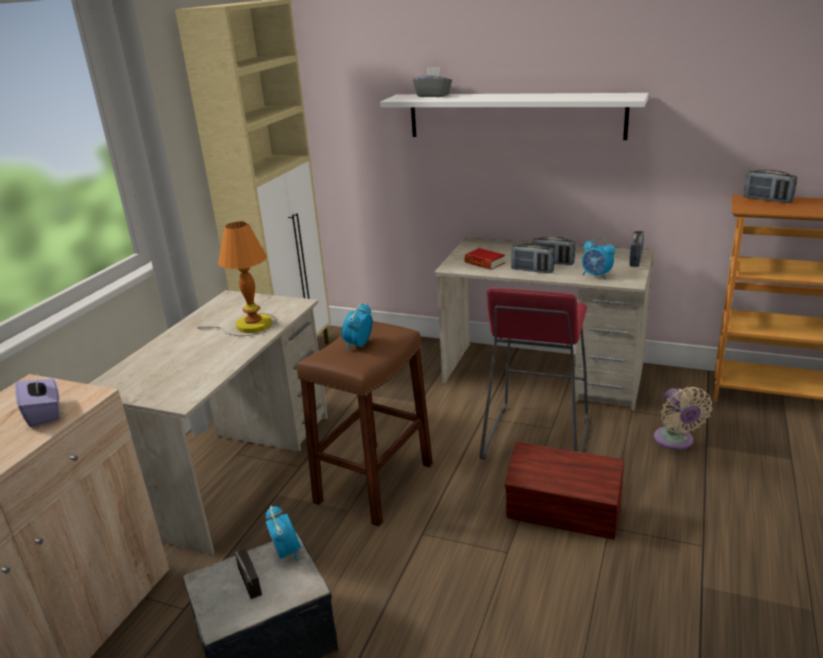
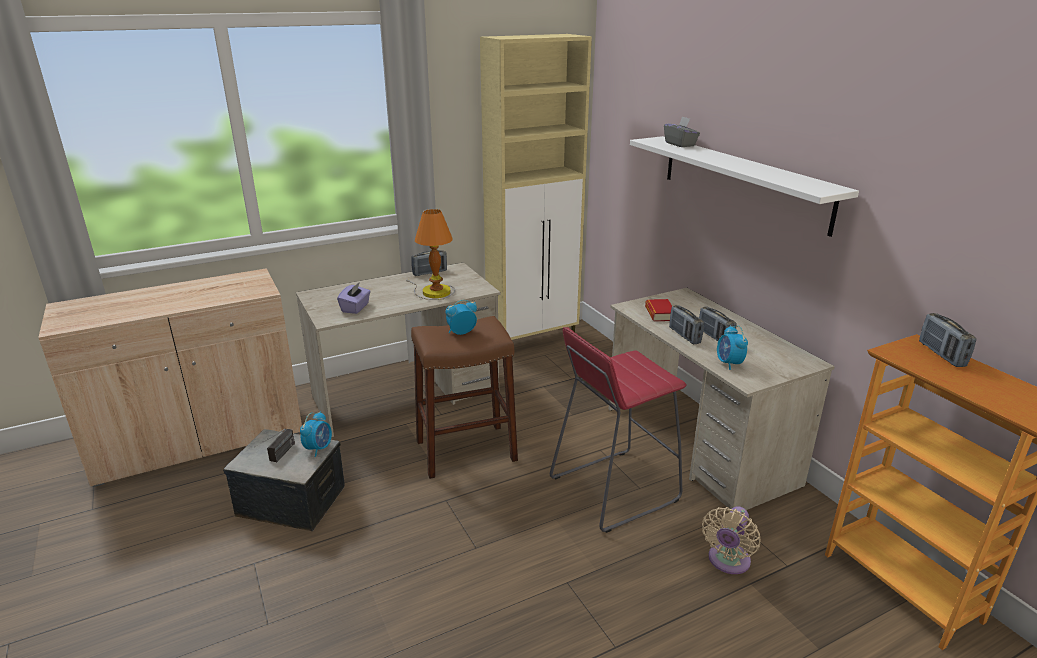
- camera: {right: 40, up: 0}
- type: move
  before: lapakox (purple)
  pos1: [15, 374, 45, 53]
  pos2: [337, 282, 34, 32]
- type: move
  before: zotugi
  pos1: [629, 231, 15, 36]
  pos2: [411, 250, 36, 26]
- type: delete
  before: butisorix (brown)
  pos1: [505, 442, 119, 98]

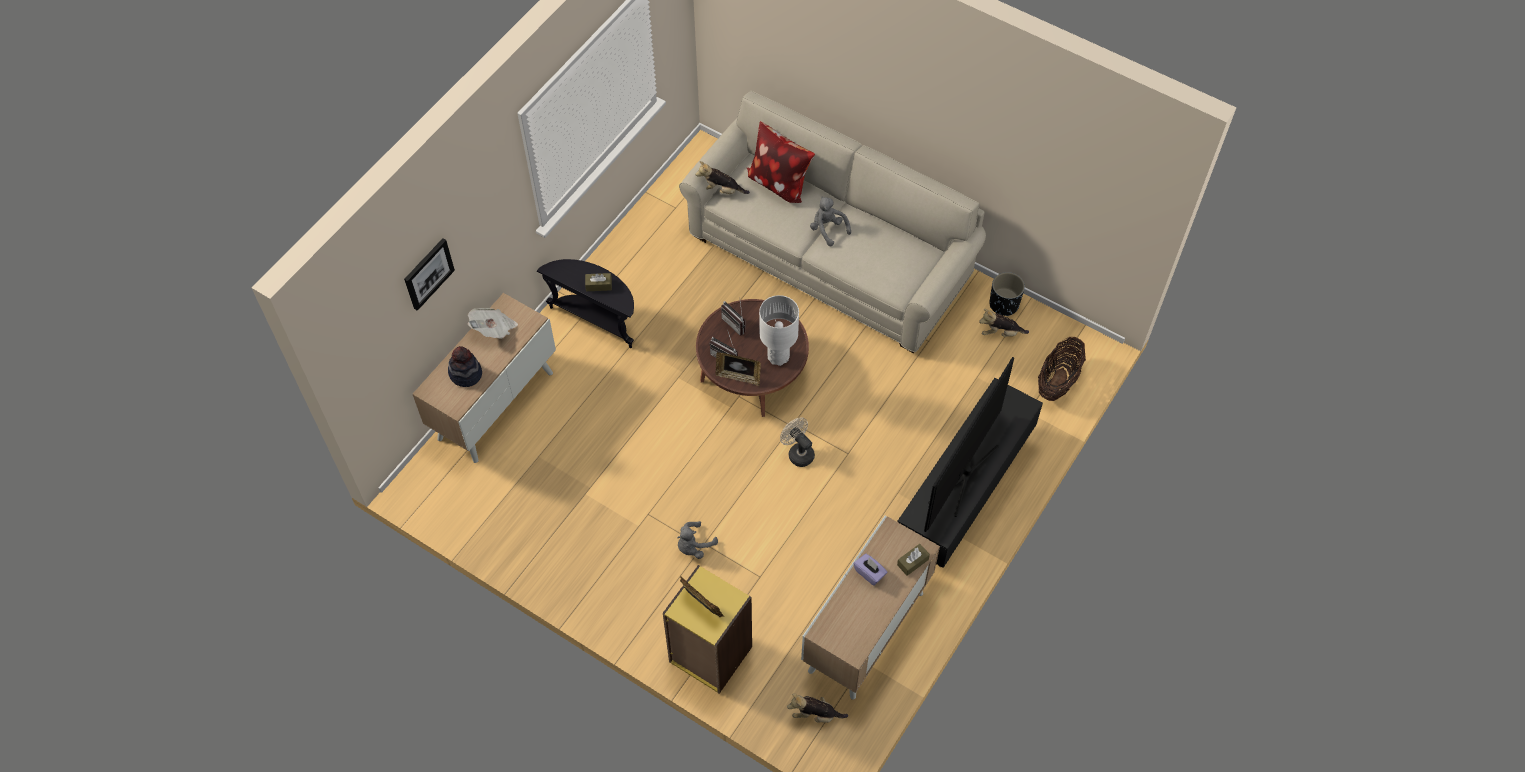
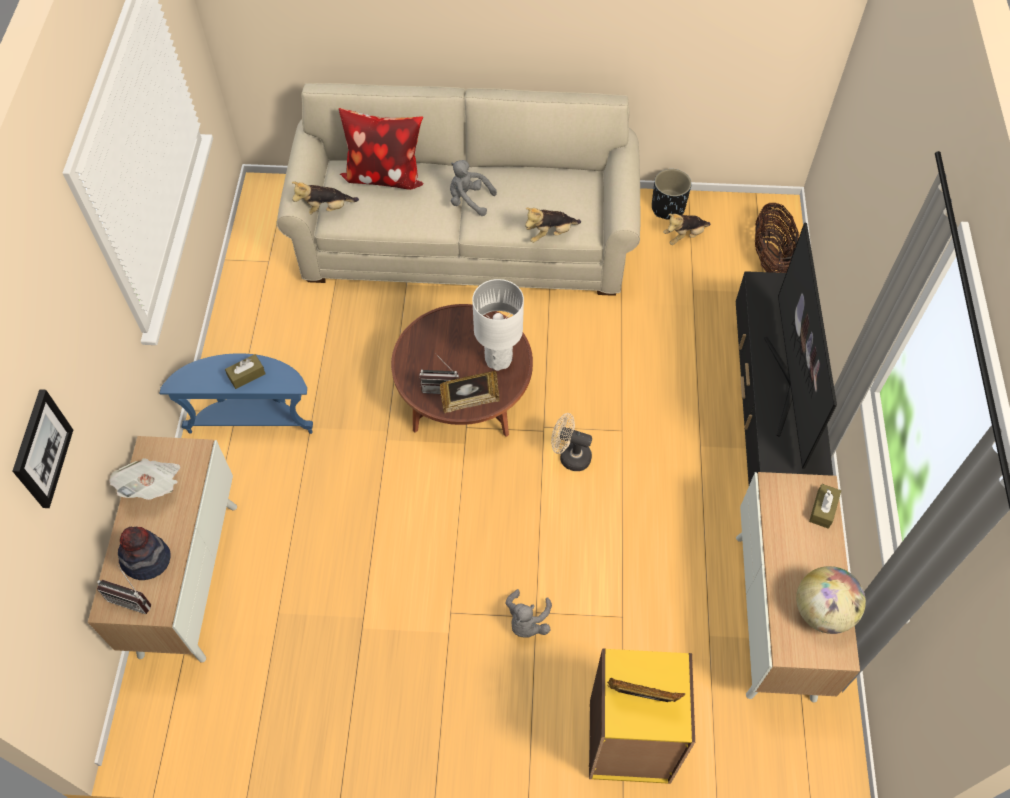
- camera: {right: -30, up: 0}
- type: move
  before: zotugi
  pos1: [721, 301, 25, 35]
  pos2: [97, 565, 54, 49]
- type: recolor
  before: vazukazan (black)
  after: vazukazan (blue)
  pos1: [537, 259, 97, 89]
  pos2: [159, 353, 154, 81]
- type: move
  before: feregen
  pos1: [787, 694, 61, 29]
  pos2: [525, 207, 56, 36]
- type: insert
  after: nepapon
  pos2: [796, 566, 70, 68]
- type: delete
  before: lapakox (purple)
  pos1: [854, 553, 33, 33]

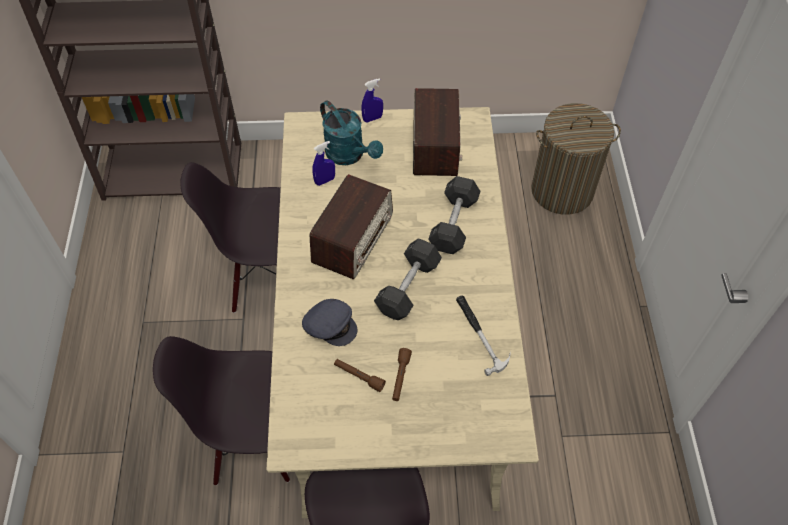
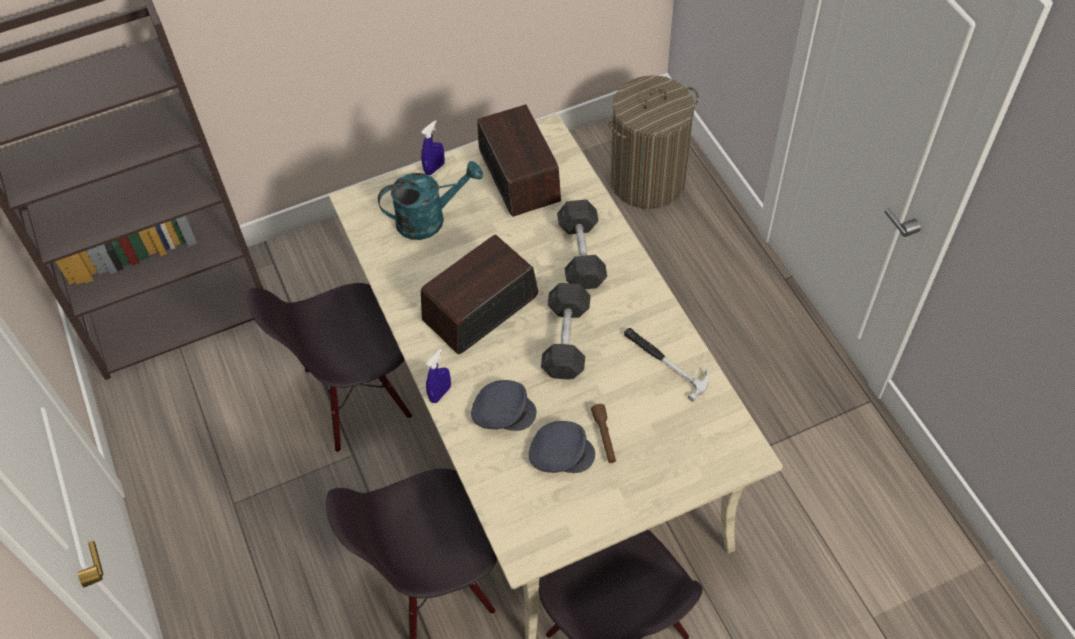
- camera: {right: -20, up: 0}
- type: rotate
  before: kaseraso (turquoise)
  pos1: [320, 100, 63, 65]
  pos2: [378, 161, 105, 79]
  turn: -45
- type: rotate
  before: zotugi
  pos1: [310, 174, 83, 105]
  pos2: [421, 235, 117, 119]
  turn: -135
- type: move
  before: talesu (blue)
  pos1: [312, 141, 23, 45]
  pos2: [426, 348, 25, 55]
- type: replace
  before: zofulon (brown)
  after: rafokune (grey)
  pos1: [334, 359, 52, 33]
  pos2: [529, 421, 66, 52]

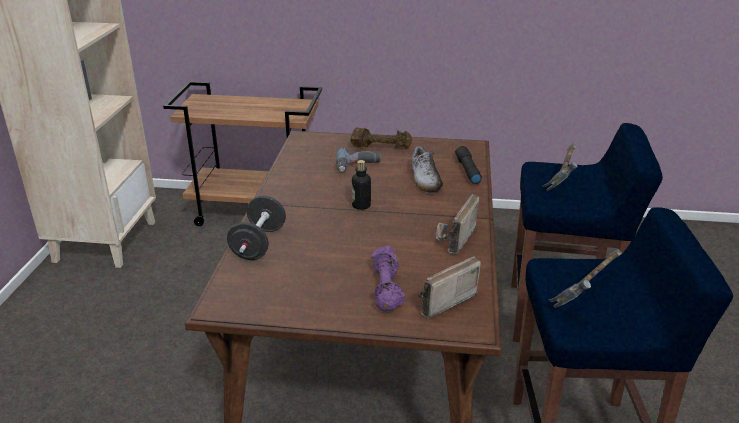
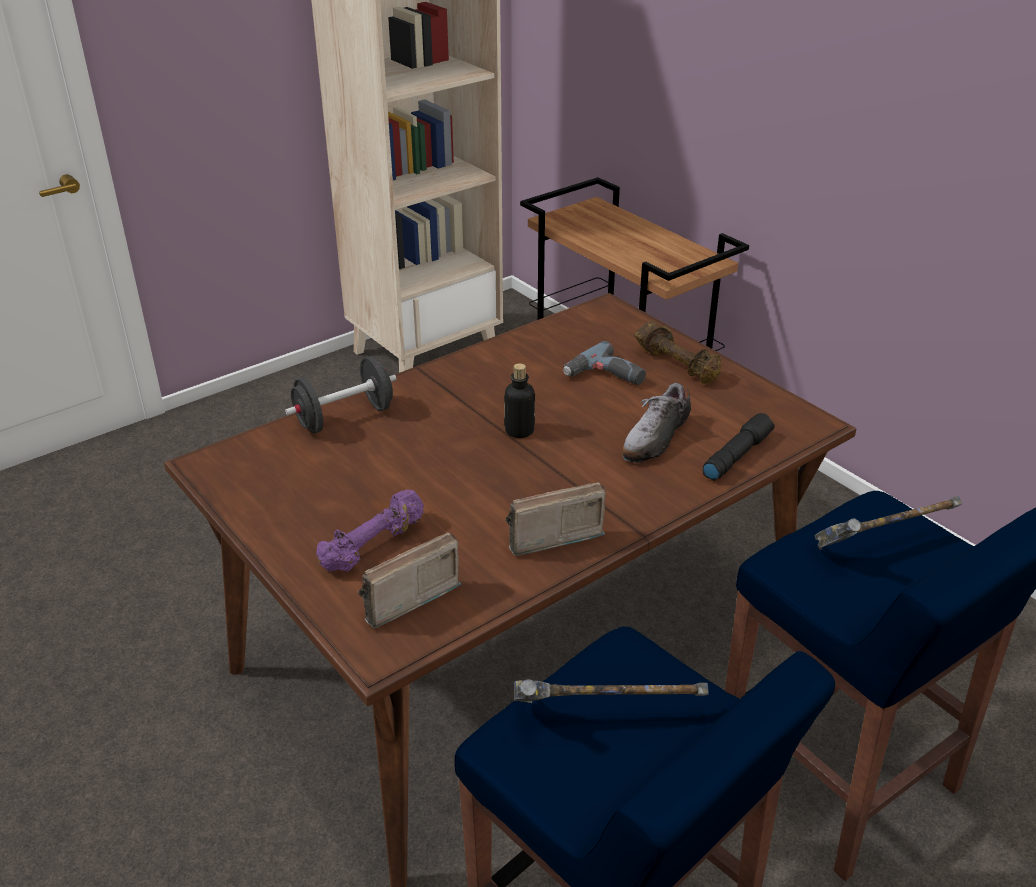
- camera: {right: 45, up: 5}
- type: rotate
  before: zotugi
  pos1: [418, 256, 63, 62]
  pos2: [358, 532, 103, 96]
  turn: -45

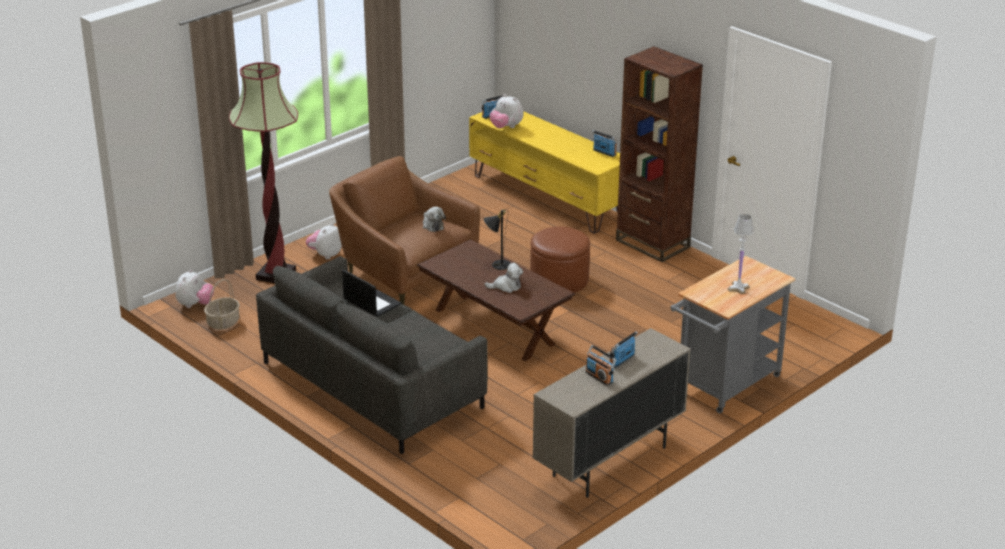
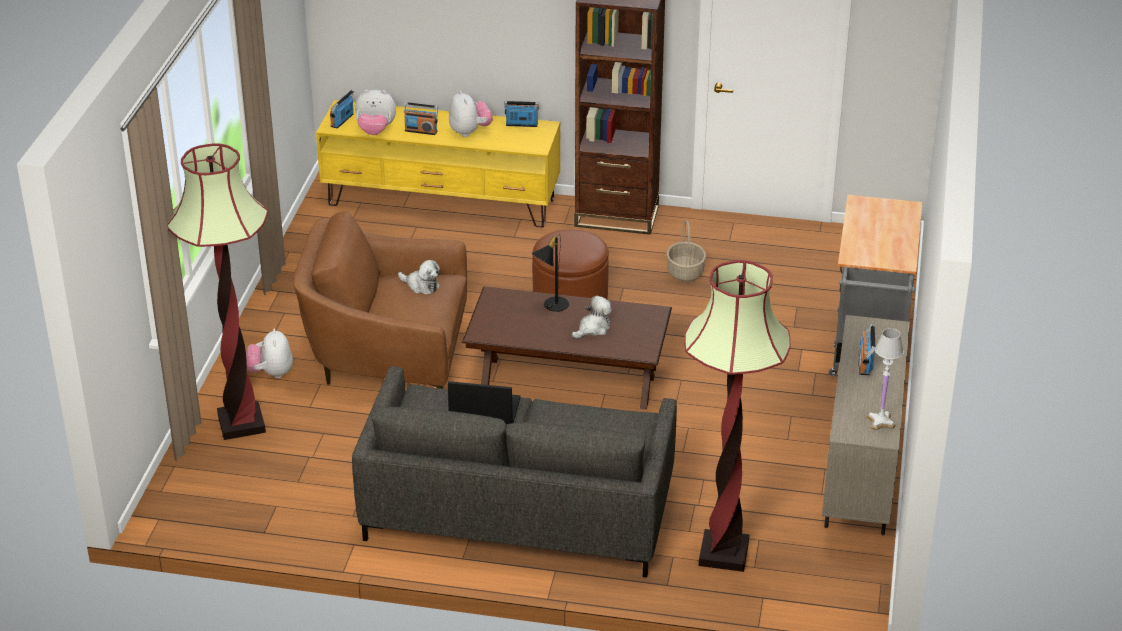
- camera: {right: -35, up: 5}
- type: move
  before: zotugi
  pos1: [585, 345, 32, 41]
  pos2: [404, 102, 34, 33]
- type: move
  before: feregen
  pos1: [176, 269, 38, 39]
  pos2: [449, 90, 44, 47]
- type: move
  before: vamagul
  pos1: [204, 279, 36, 51]
  pos2: [667, 220, 39, 62]
- type: insert
  after: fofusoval
  pos2: [684, 260, 107, 312]
- type: move
  before: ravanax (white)
  pos1: [728, 214, 27, 80]
  pos2: [867, 328, 37, 102]

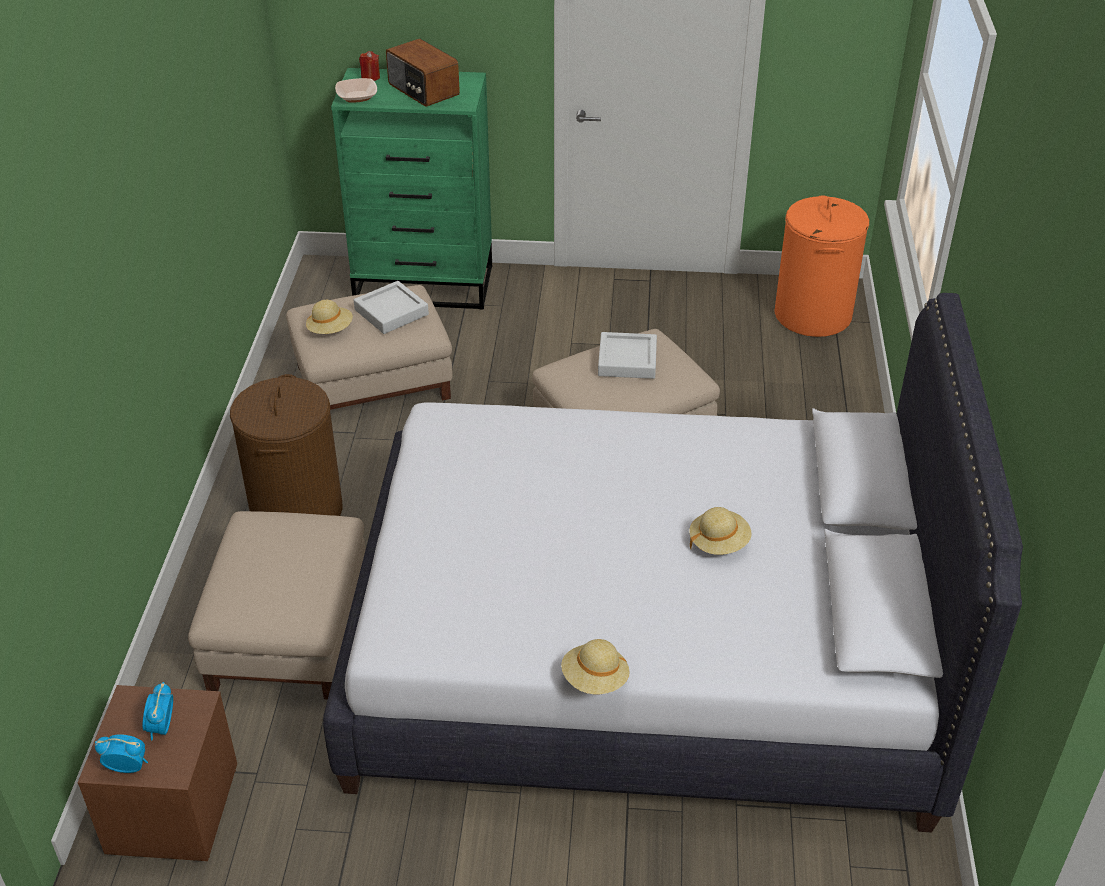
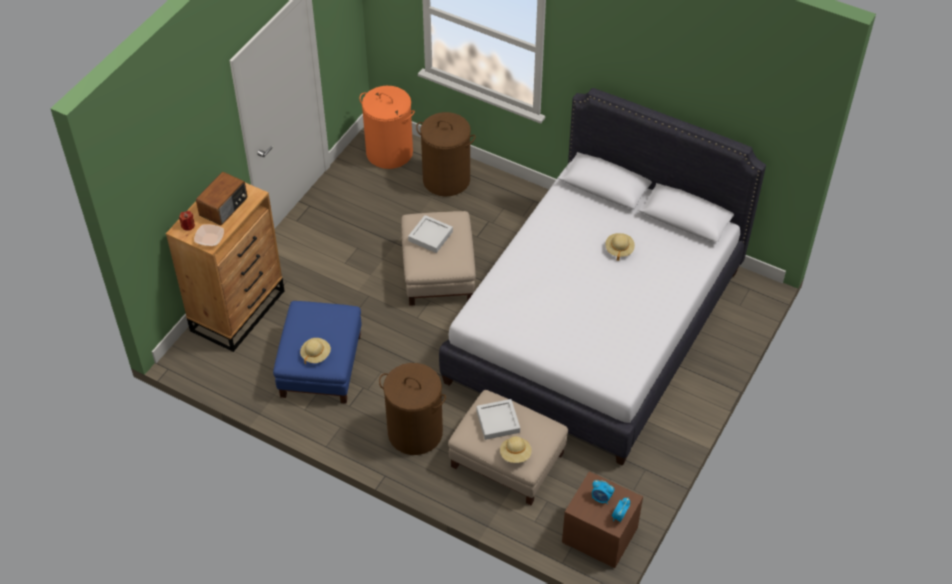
- camera: {right: -65, up: 10}
- type: recolor
  before: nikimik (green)
  after: nikimik (brown)
  pos1: [331, 68, 161, 242]
  pos2: [166, 183, 119, 169]
- type: rotate
  before: zotugi
  pos1: [386, 39, 74, 68]
  pos2: [196, 172, 51, 53]
  turn: -45
- type: recolor
  before: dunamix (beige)
  after: dunamix (blue)
  pos1: [286, 285, 166, 125]
  pos2: [273, 301, 88, 103]
- type: insert
  after: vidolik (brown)
  pos2: [416, 112, 60, 84]
- type: move
  before: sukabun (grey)
  pos1: [354, 281, 75, 53]
  pos2: [476, 399, 44, 41]
- type: move
  before: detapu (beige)
  pos1: [561, 639, 69, 55]
  pos2: [500, 436, 32, 27]

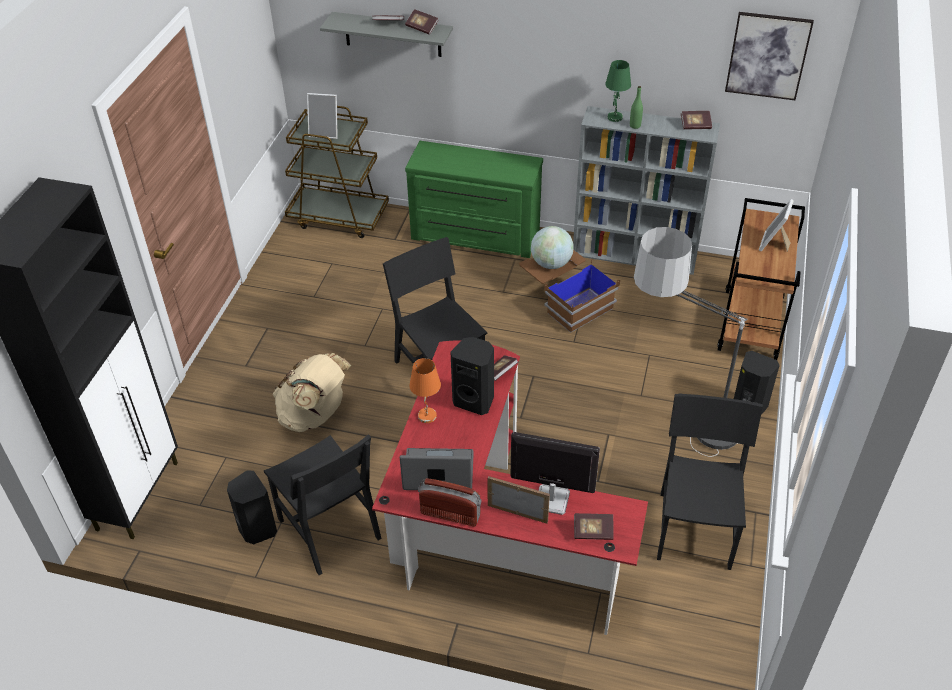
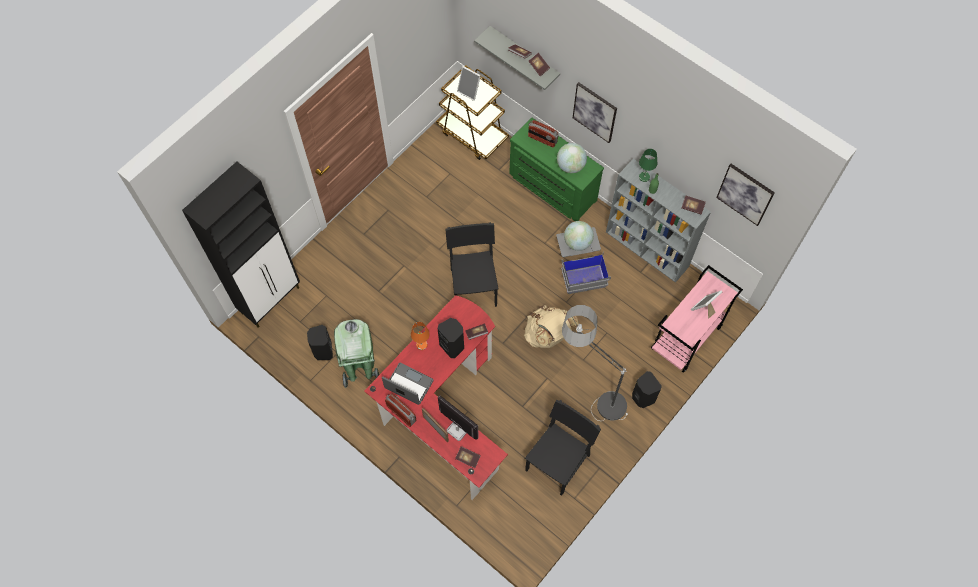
- camera: {right: 25, up: 20}
- type: replace
  before: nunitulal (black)
  after: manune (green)
  pos1: [264, 434, 117, 141]
  pos2: [334, 319, 45, 69]
- type: move
  before: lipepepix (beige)
  pos1: [272, 353, 79, 79]
  pos2: [524, 305, 55, 43]
- type: insert
  after: zotugi
  pos2: [528, 120, 31, 28]
- type: recolor
  before: butisorix (brown)
  after: butisorix (grey)
  pos1: [519, 250, 101, 83]
  pos2: [556, 227, 55, 67]
- type: insert
  after: nepapon
  pos2: [557, 143, 30, 30]
- type: insert
  after: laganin
  pos2: [573, 82, 44, 61]
- type: recolor
  before: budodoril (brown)
  after: budodoril (pink)
  pos1: [717, 198, 88, 162]
  pos2: [651, 265, 92, 108]

